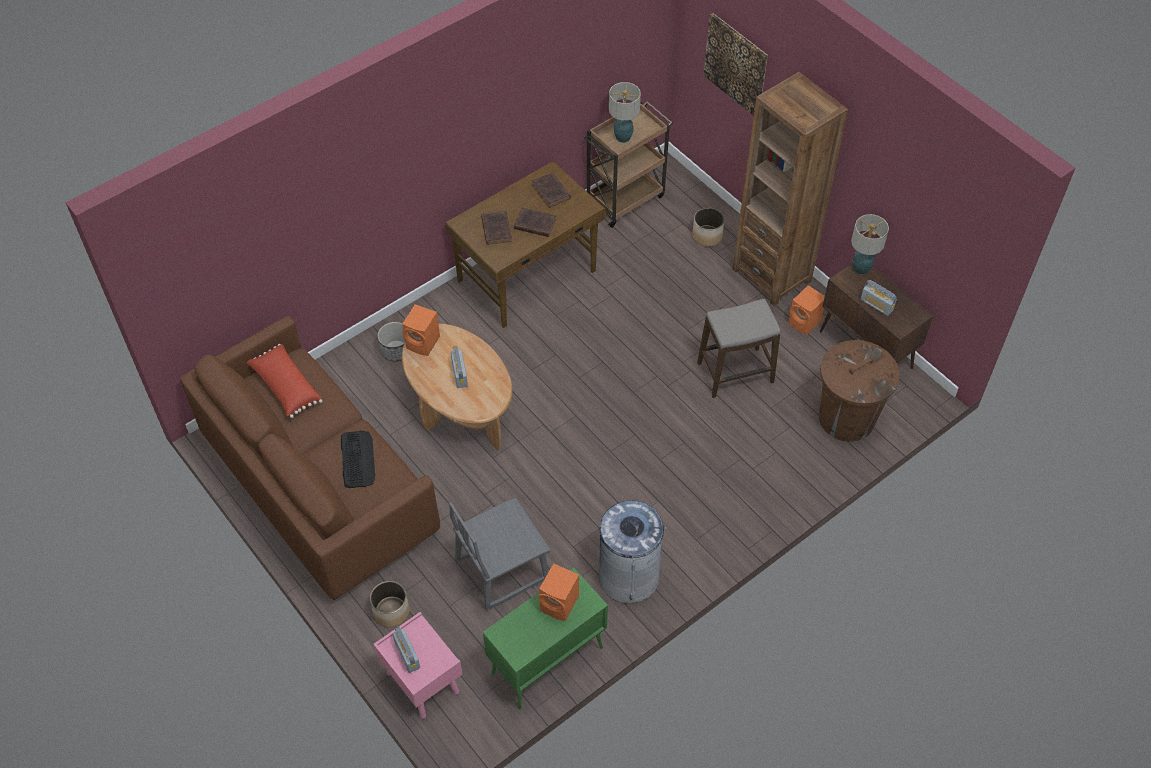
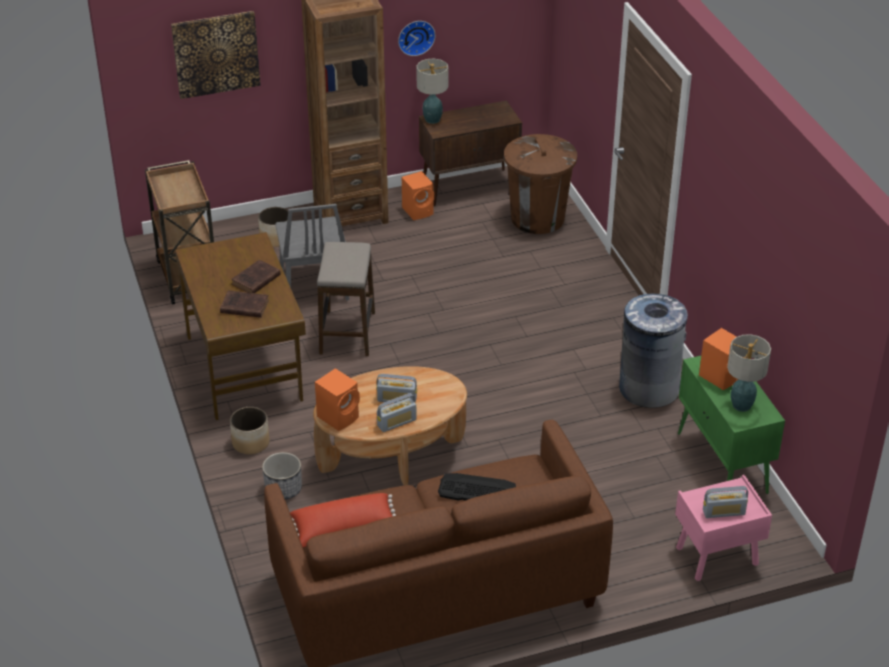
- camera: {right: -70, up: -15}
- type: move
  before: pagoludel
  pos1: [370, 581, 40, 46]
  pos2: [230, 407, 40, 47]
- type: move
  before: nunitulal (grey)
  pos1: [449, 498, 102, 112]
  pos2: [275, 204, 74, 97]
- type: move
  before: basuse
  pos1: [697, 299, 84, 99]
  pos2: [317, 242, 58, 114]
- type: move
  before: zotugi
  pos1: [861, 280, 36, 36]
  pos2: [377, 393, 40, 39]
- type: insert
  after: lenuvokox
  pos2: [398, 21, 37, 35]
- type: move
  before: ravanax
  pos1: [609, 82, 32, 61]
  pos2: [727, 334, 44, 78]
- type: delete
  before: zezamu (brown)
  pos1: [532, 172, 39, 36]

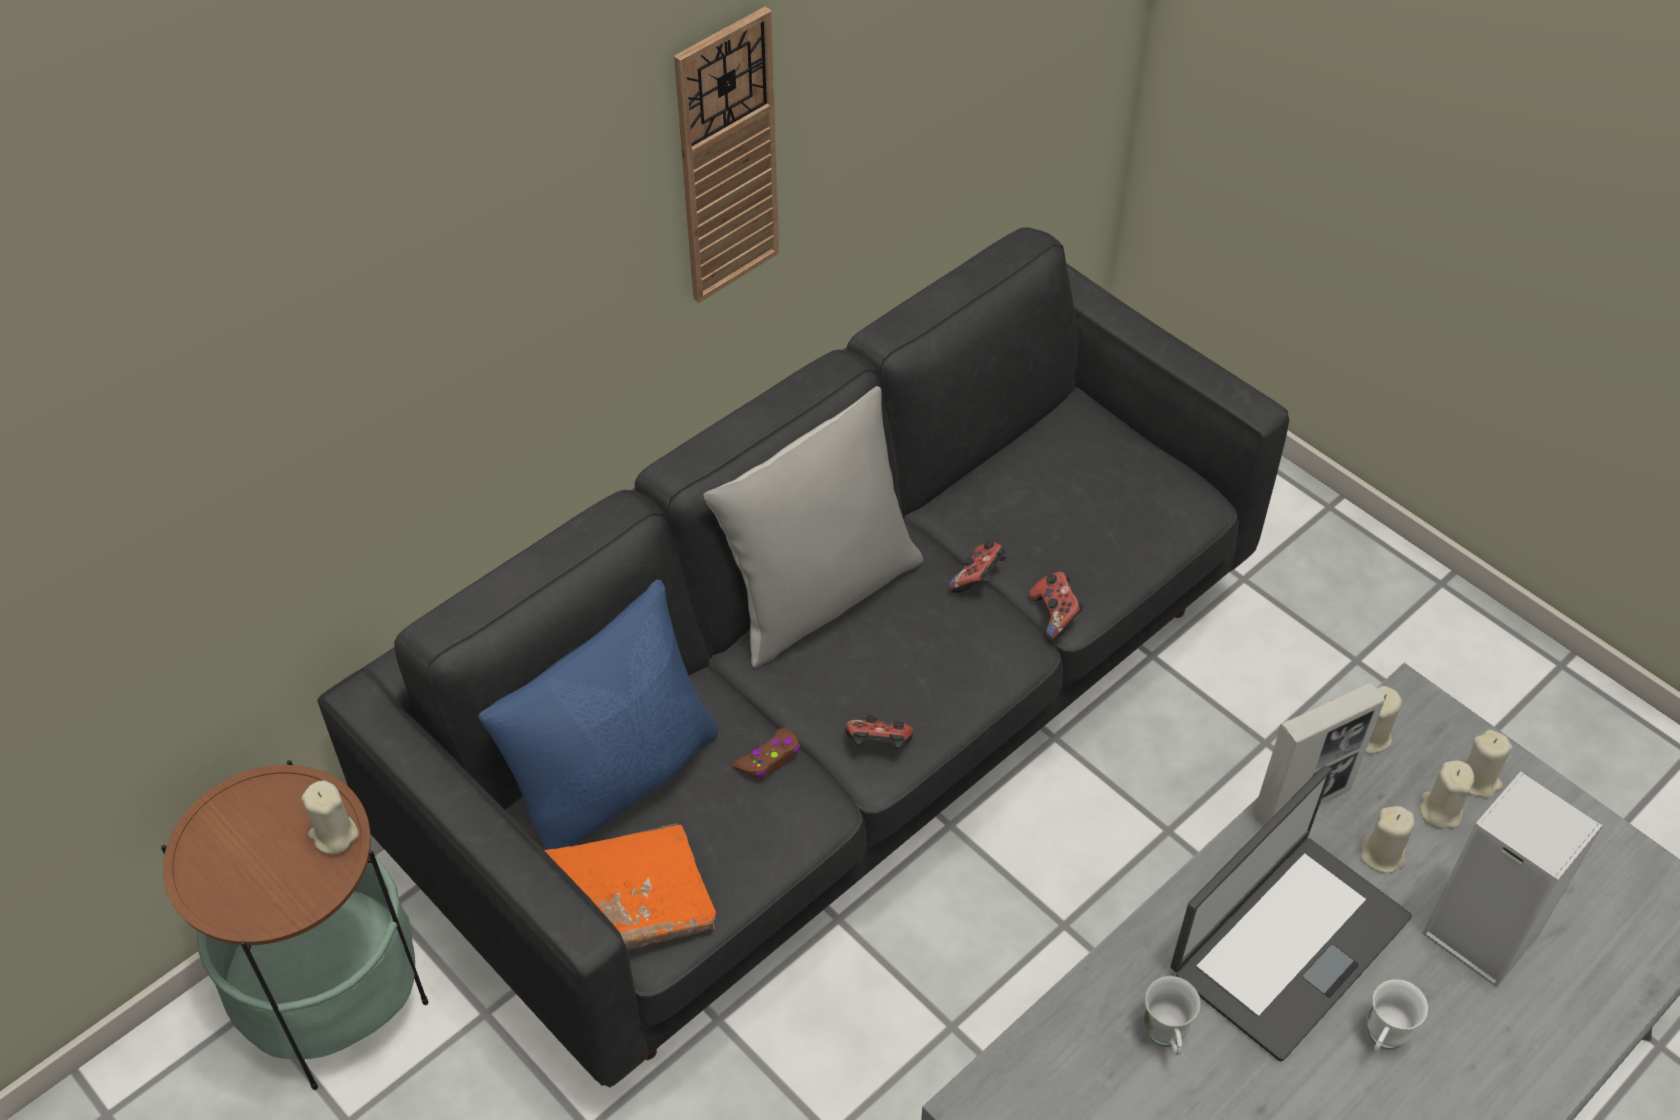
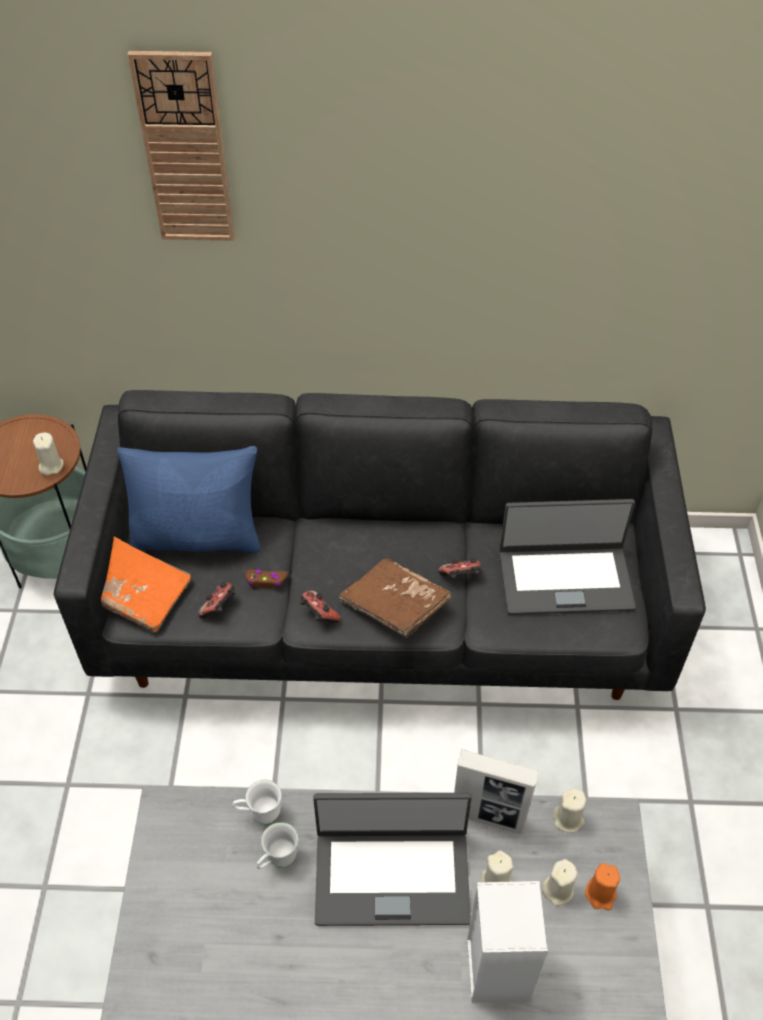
- camera: {right: 45, up: 0}
- type: move
  before: lenuvokox
  pos1: [674, 7, 105, 296]
  pos2: [127, 51, 108, 190]
- type: move
  before: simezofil
  pos1: [1029, 571, 55, 68]
  pos2: [198, 582, 38, 37]
- type: move
  before: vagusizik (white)
  pos1: [1367, 979, 62, 72]
  pos2: [232, 780, 50, 45]
- type: insert
  after: zezamu (brown)
  pos2: [339, 559, 113, 79]
- type: insert
  after: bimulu
  pos2: [500, 499, 136, 116]
- type: recolor
  before: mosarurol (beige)
  after: mosarurol (orange)
  pos1: [1465, 730, 47, 68]
  pos2: [585, 863, 35, 47]
- type: delete
  before: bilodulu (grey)
  pos1: [703, 386, 220, 282]

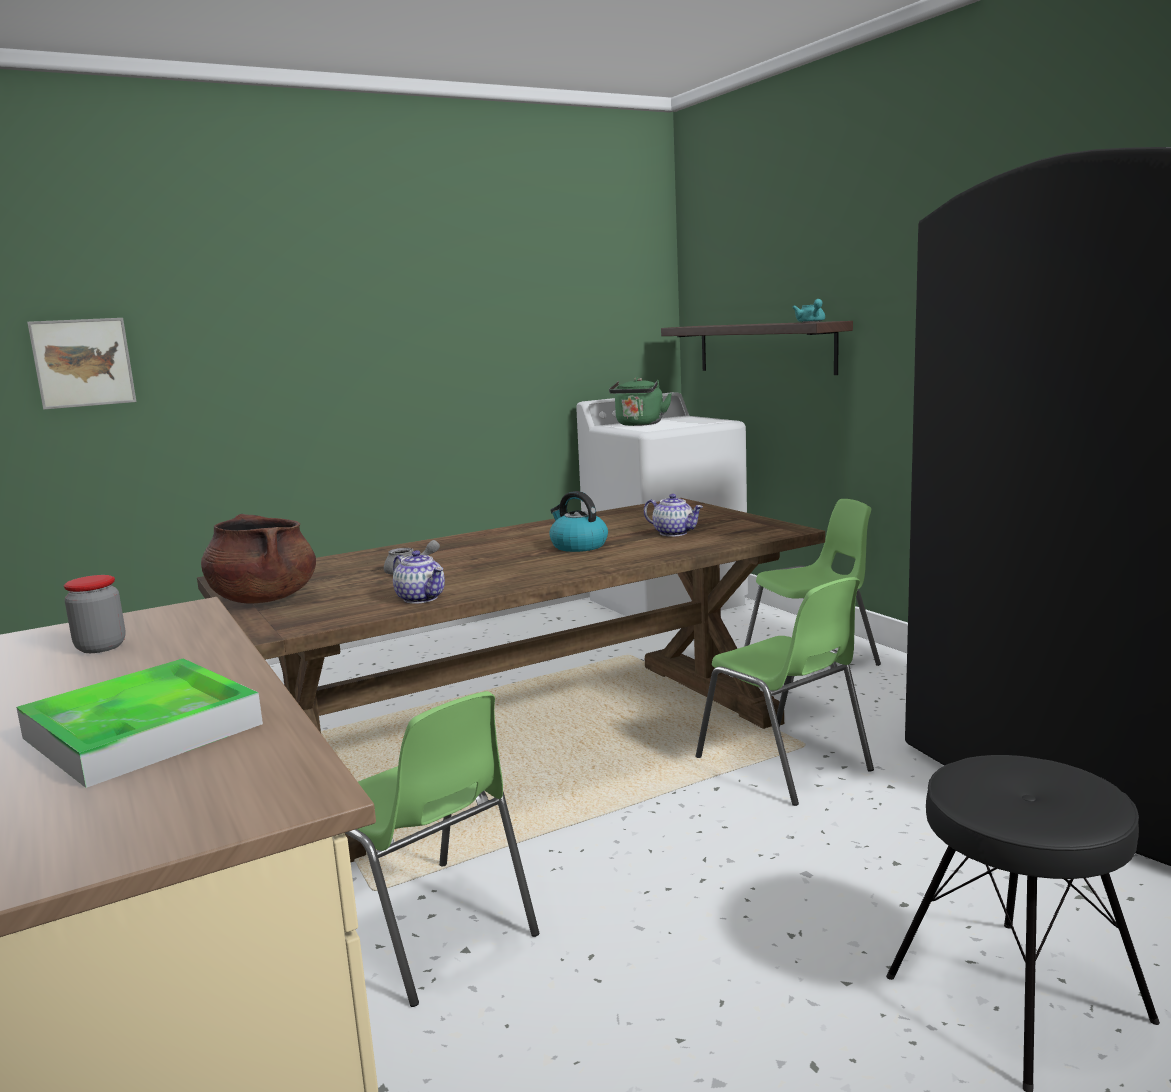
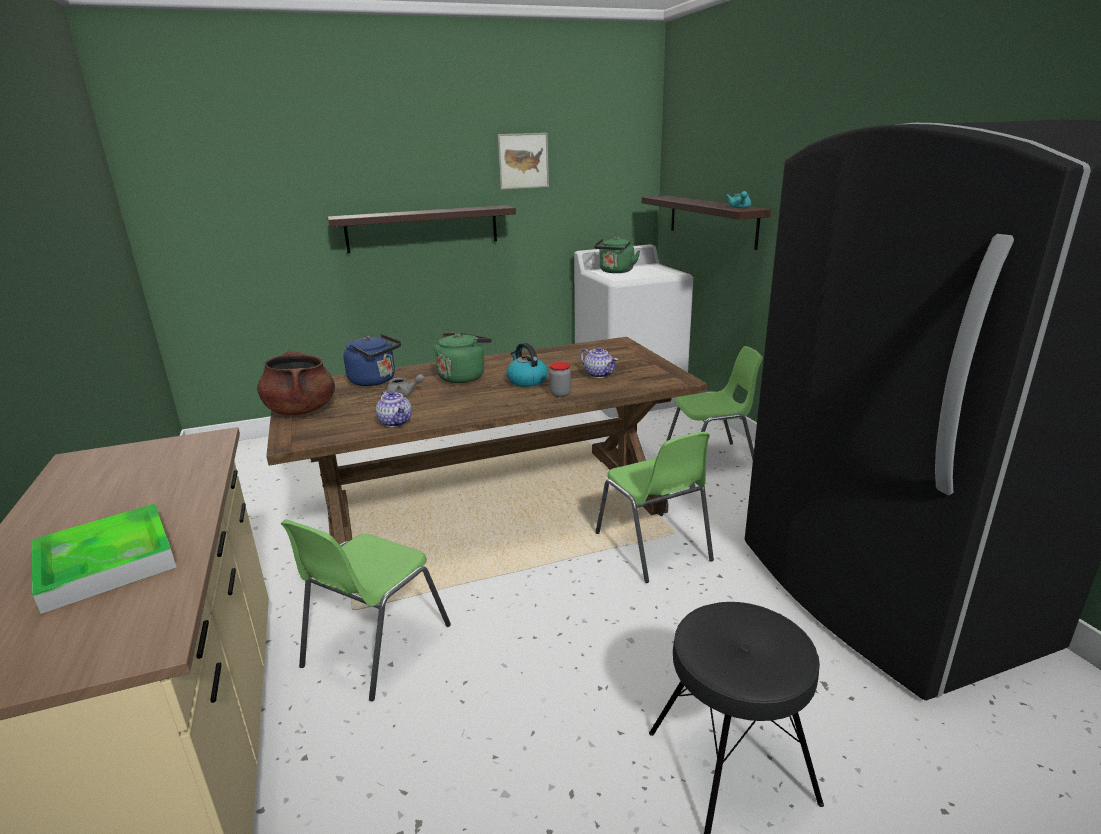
- camera: {right: 10, up: 10}
- type: rotate
  before: nunitulal (green)
  pos1: [345, 691, 194, 316]
  pos2: [281, 519, 170, 182]
  turn: 60
- type: insert
  after: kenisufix
  pos2: [327, 205, 189, 48]
- type: insert
  after: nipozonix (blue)
  pos2: [343, 334, 58, 52]
- type: insert
  after: nipozonix (green)
  pos2: [433, 333, 59, 50]
- type: move
  before: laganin
  pos1: [27, 318, 109, 92]
  pos2: [497, 133, 52, 57]
- type: move
  before: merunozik
  pos1: [64, 575, 62, 78]
  pos2: [549, 362, 22, 35]

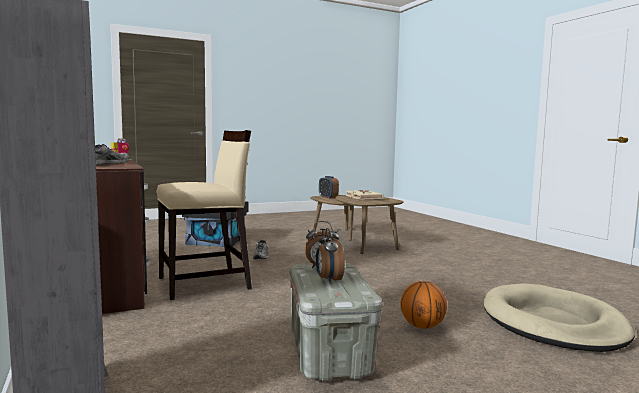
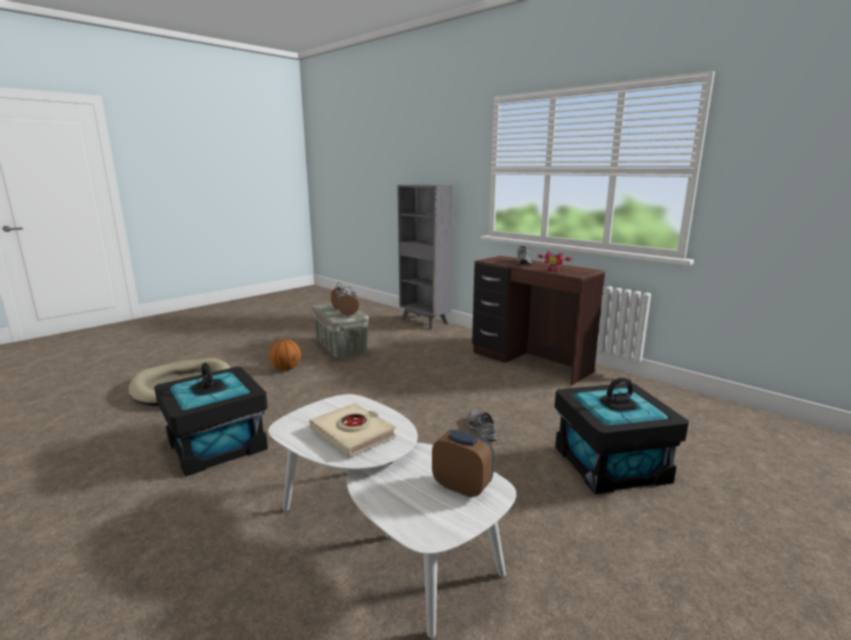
- camera: {right: 160, up: 10}
- type: insert
  after: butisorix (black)
  pos2: [154, 363, 114, 114]
- type: recolor
  before: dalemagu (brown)
  after: dalemagu (white)
  pos1: [310, 195, 94, 59]
  pos2: [268, 394, 248, 244]
- type: delete
  before: nunitulal (beige)
  pos1: [157, 130, 95, 170]

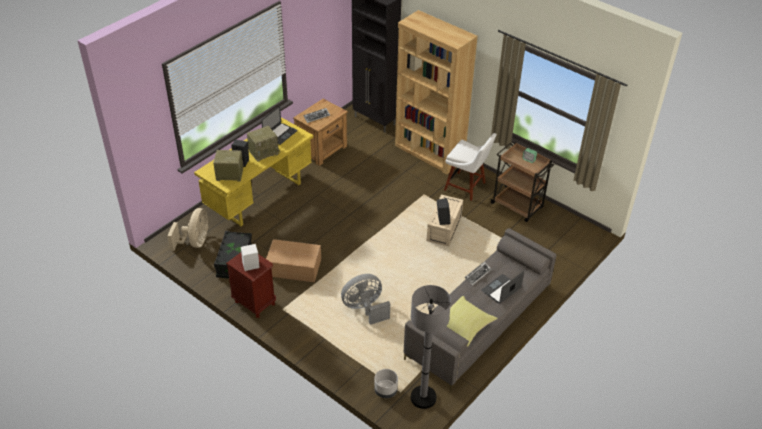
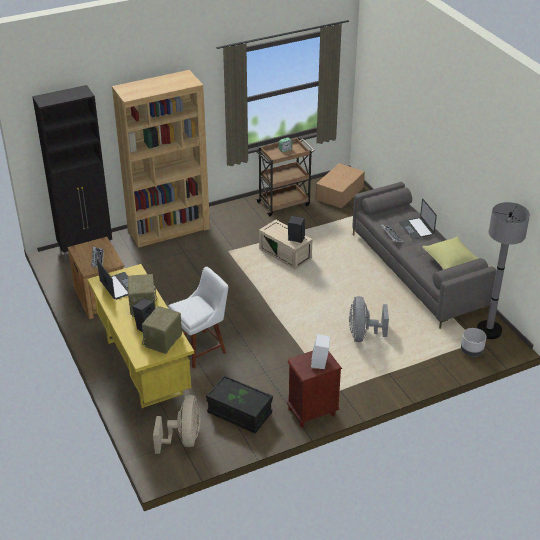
- camera: {right: -65, up: -5}
- type: rotate
  before: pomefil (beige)
  pos1: [167, 208, 42, 43]
  pos2: [153, 395, 48, 59]
  turn: 60
- type: move
  before: nunitulal (white)
  pos1: [444, 133, 53, 68]
  pos2: [168, 267, 60, 102]
- type: move
  before: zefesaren
  pos1: [266, 239, 55, 43]
  pos2: [316, 163, 49, 46]

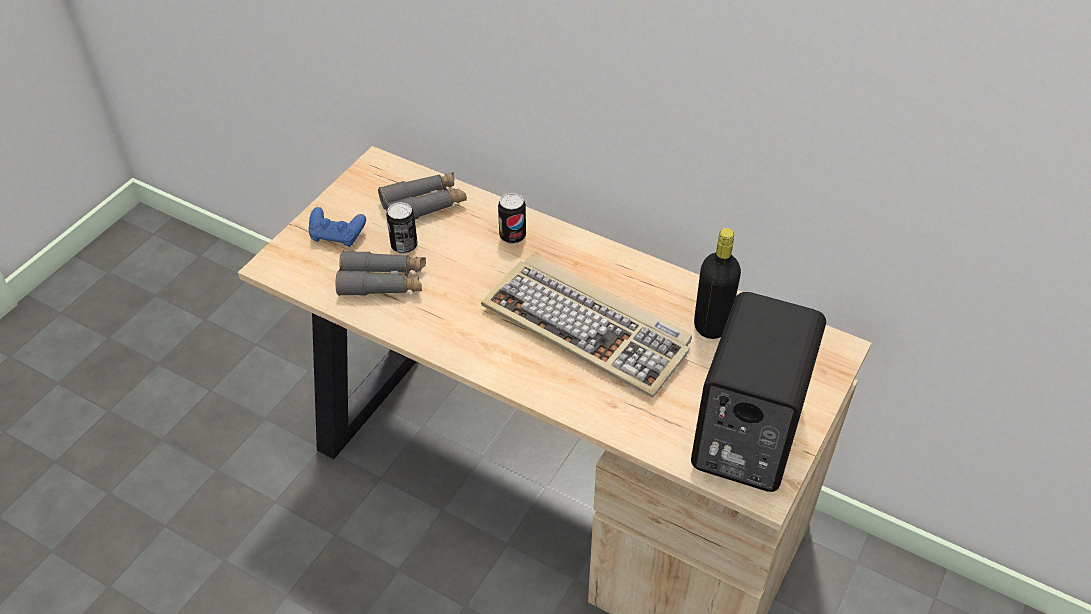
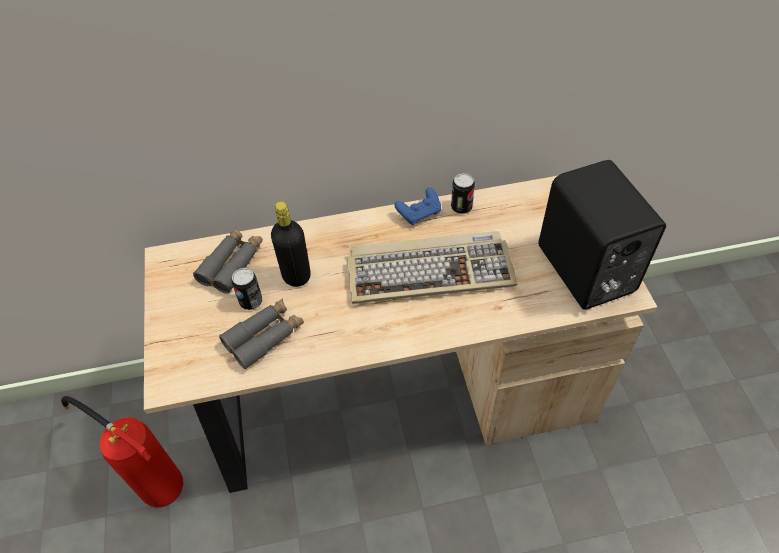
- camera: {right: -40, up: 5}
- type: insert
  after: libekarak
  pos2: [61, 396, 122, 112]
- type: move
  before: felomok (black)
  pos1: [694, 228, 47, 111]
  pos2: [271, 201, 40, 86]
- type: move
  before: simezofil (blue)
  pos1: [308, 207, 58, 40]
  pos2: [394, 188, 47, 37]
- type: move
  before: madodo
  pos1: [498, 192, 28, 52]
  pos2: [451, 173, 24, 41]

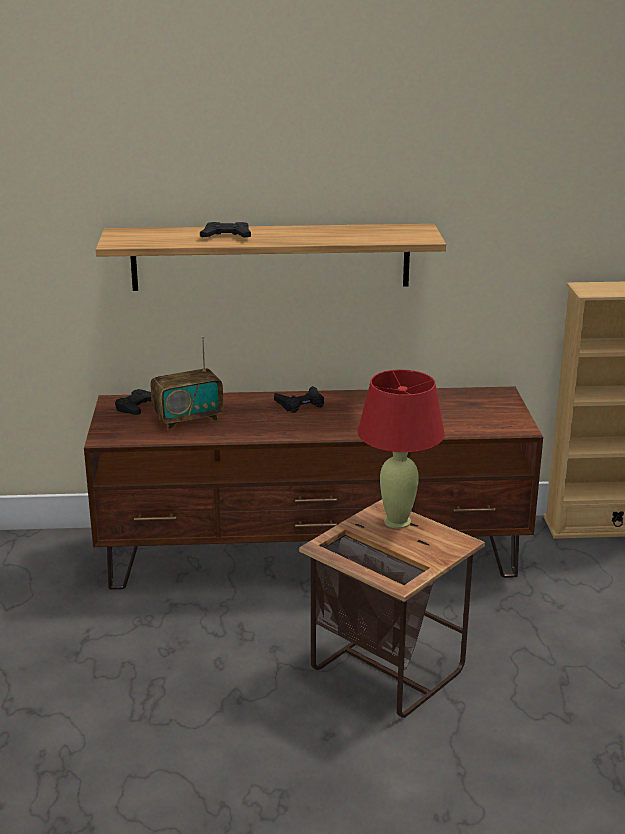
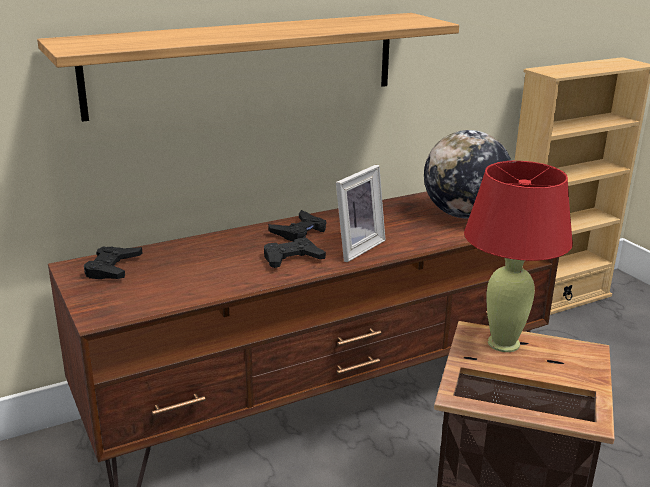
- camera: {right: -25, up: 0}
- type: move
  before: simezofil (black)
  pos1: [200, 222, 51, 16]
  pos2: [264, 238, 62, 30]
- type: insert
  after: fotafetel
  pos2: [336, 165, 49, 97]
- type: insert
  after: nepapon
  pos2: [424, 130, 87, 89]
- type: delete
  before: zotugi
  pos1: [150, 336, 74, 94]

